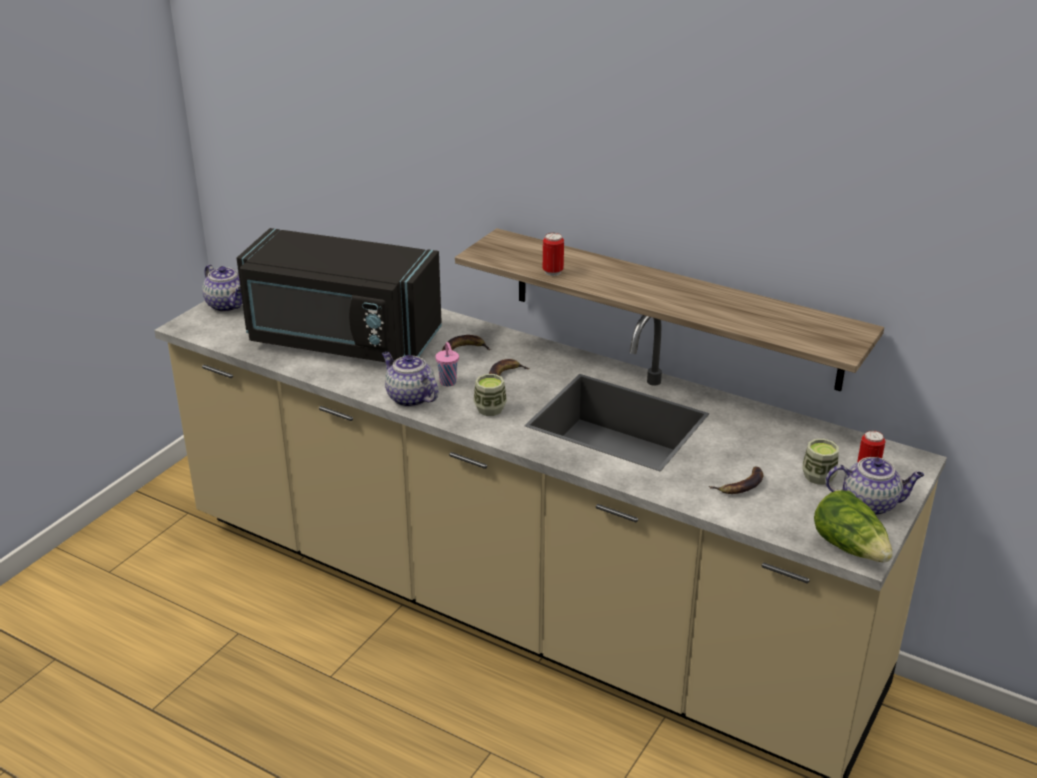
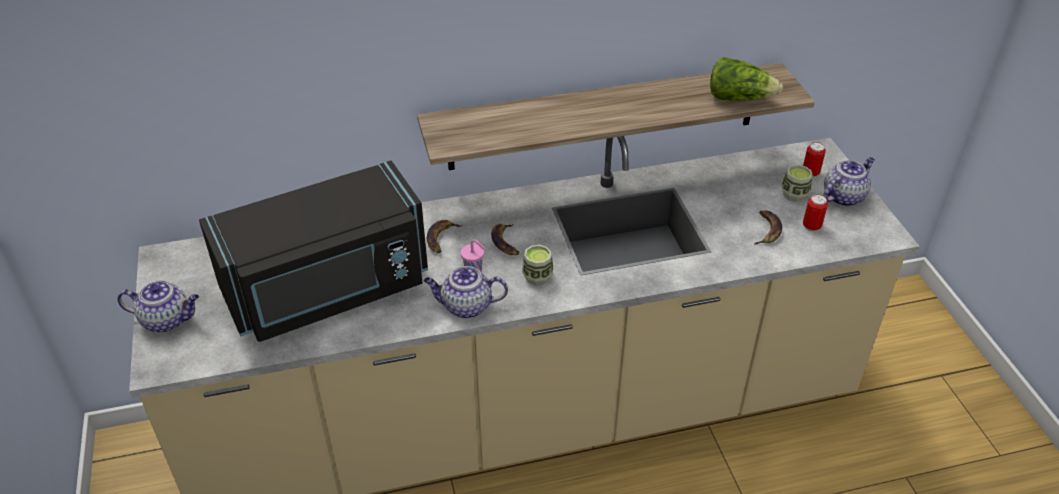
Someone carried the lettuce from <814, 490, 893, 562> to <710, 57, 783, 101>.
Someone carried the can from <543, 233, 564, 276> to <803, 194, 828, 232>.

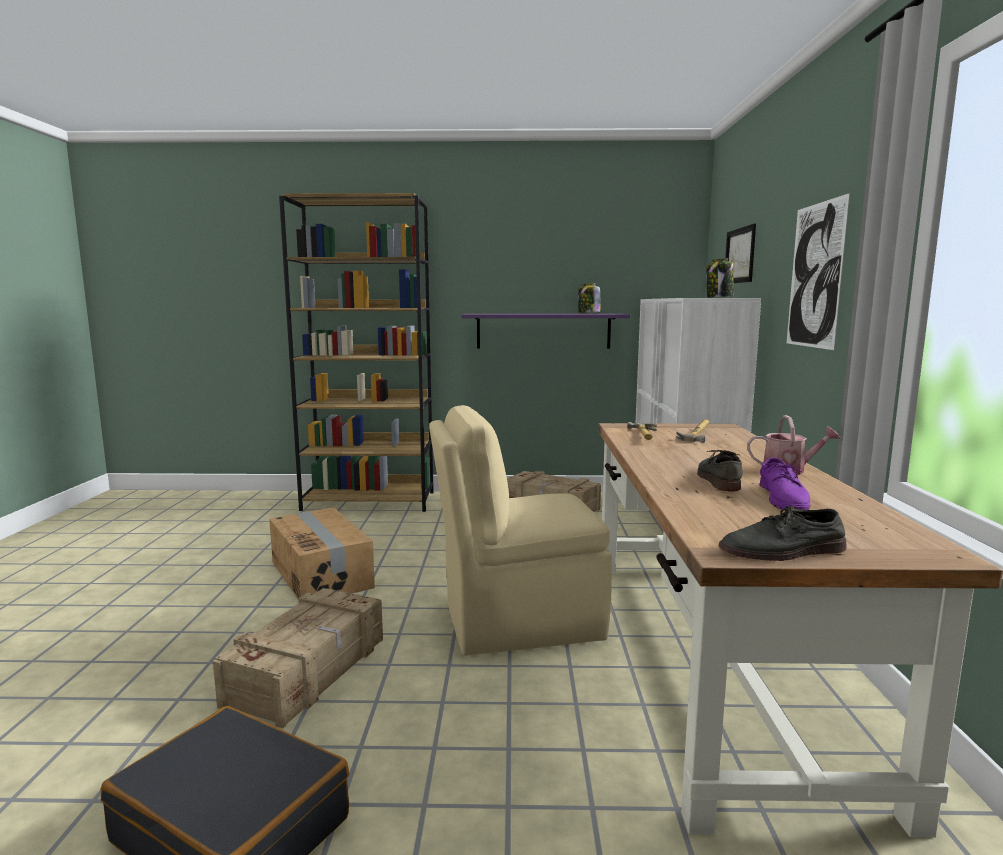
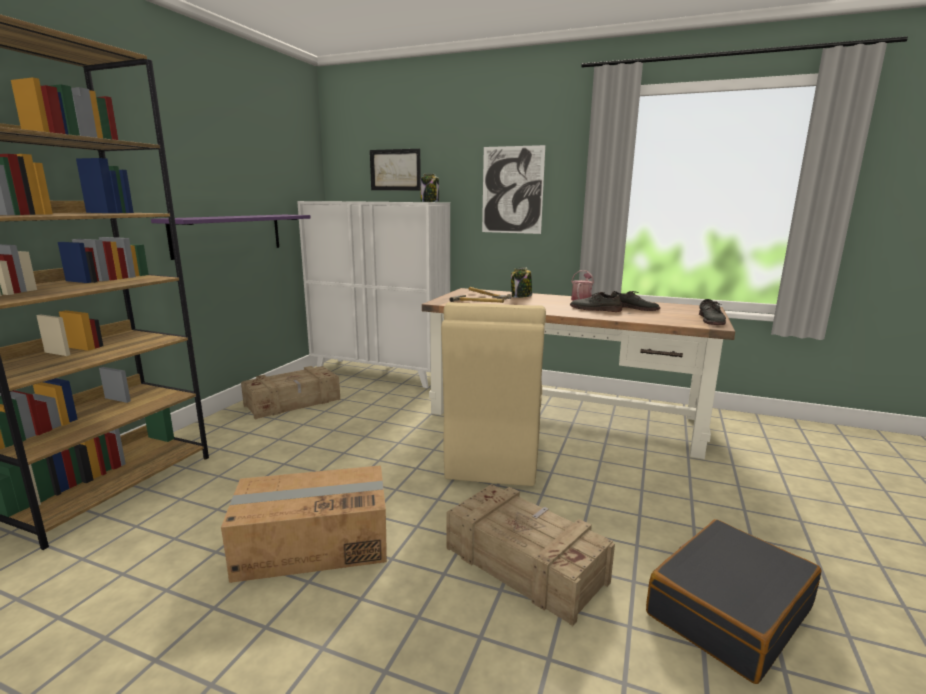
Someone carried the jar from <578, 283, 600, 314> to <511, 267, 532, 298>.
Someone repainted the purple shoe at <760, 458, 810, 510>, which became the grey shoe at <611, 291, 660, 311>.

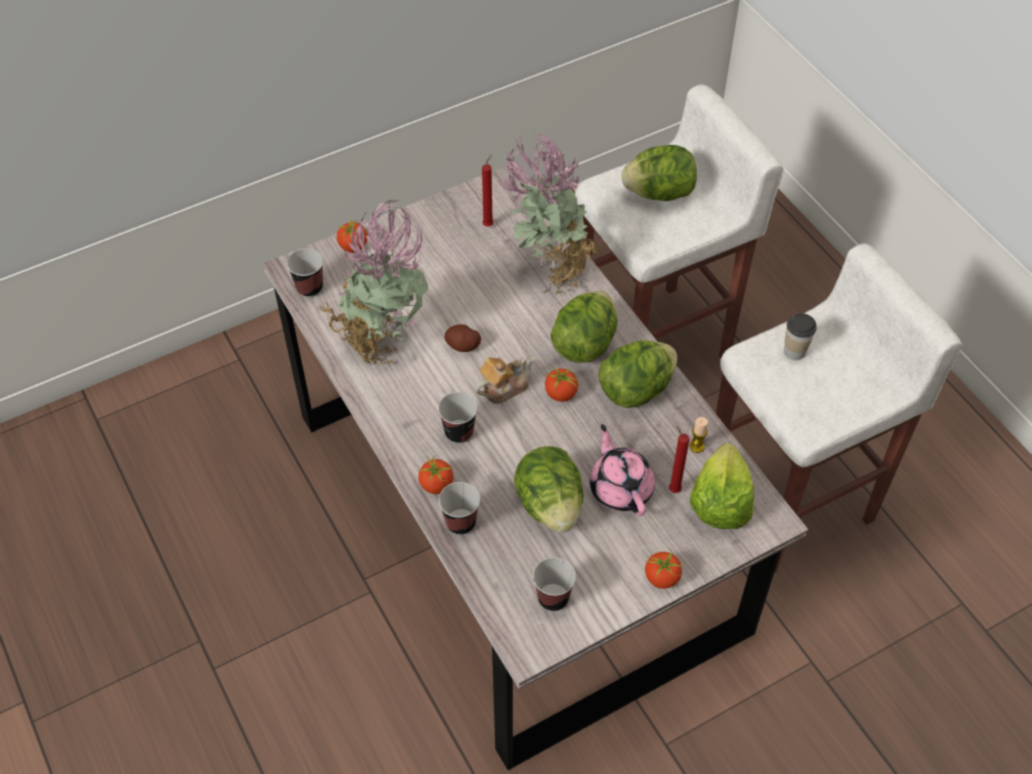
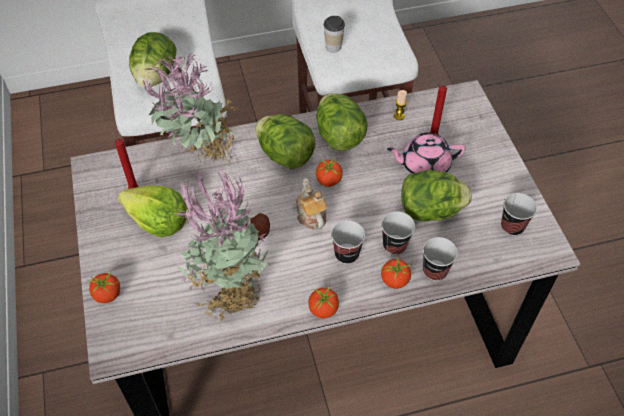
Someone carried the lettuce from <690, 443, 754, 529> to <118, 185, 189, 237>.
Someone carried the tomato from <645, 548, 686, 589> to <308, 283, 339, 318>.
Someone carried the cup from <287, 248, 323, 298> to <381, 212, 415, 255>.

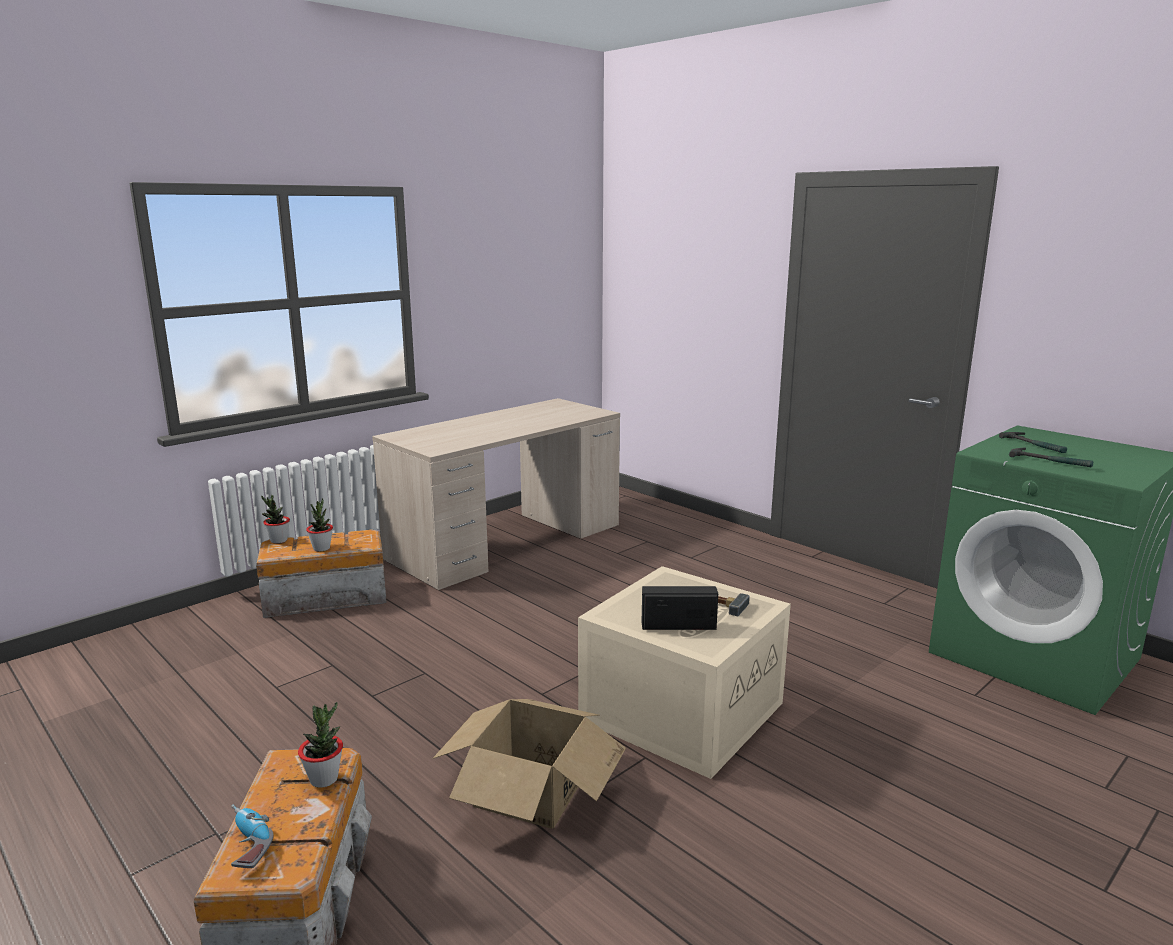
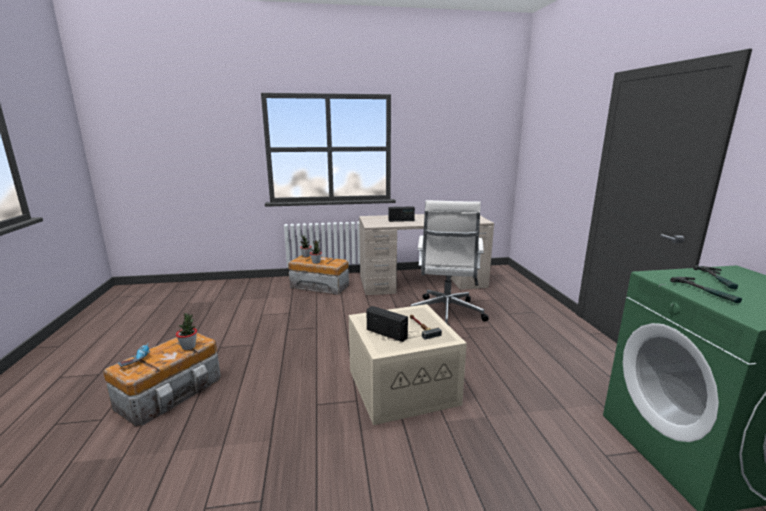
Someone put down the radio at <389, 206, 415, 222>.
Someone put down the white office chair at <411, 200, 489, 326>.
Someone took away the cardboard box at <432, 699, 626, 829>.

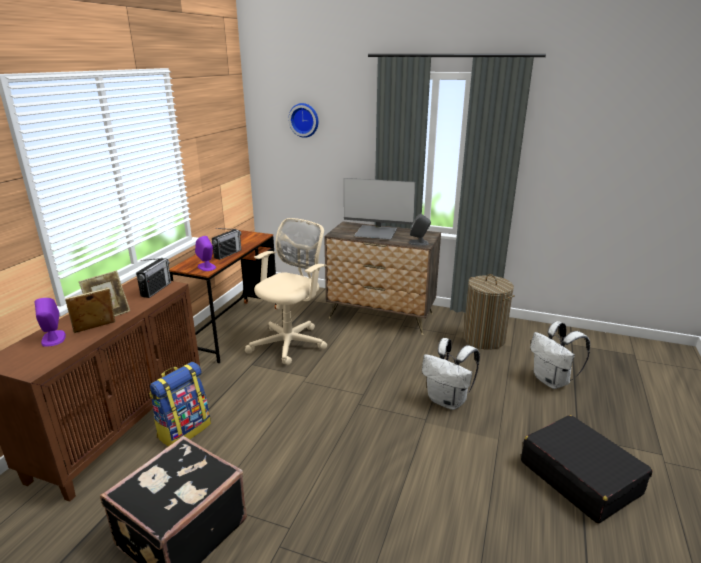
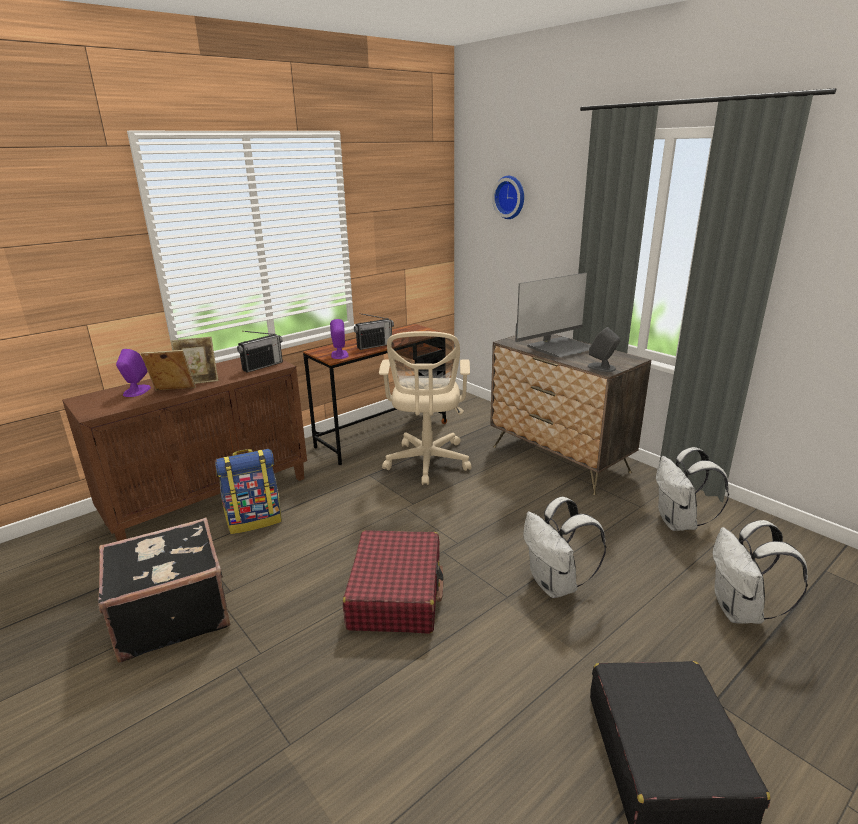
Someone put down the red suitcase at <343, 530, 444, 634>.
Someone rotated the beige office chair at <245, 218, 327, 365> by 120 degrees clockwise.
Someone rotated the monitor at <344, 178, 416, 239> by 75 degrees counterclockwise.
Someone swapped the laundry basket at <463, 274, 515, 350> for the white backpack at <656, 447, 729, 531>.

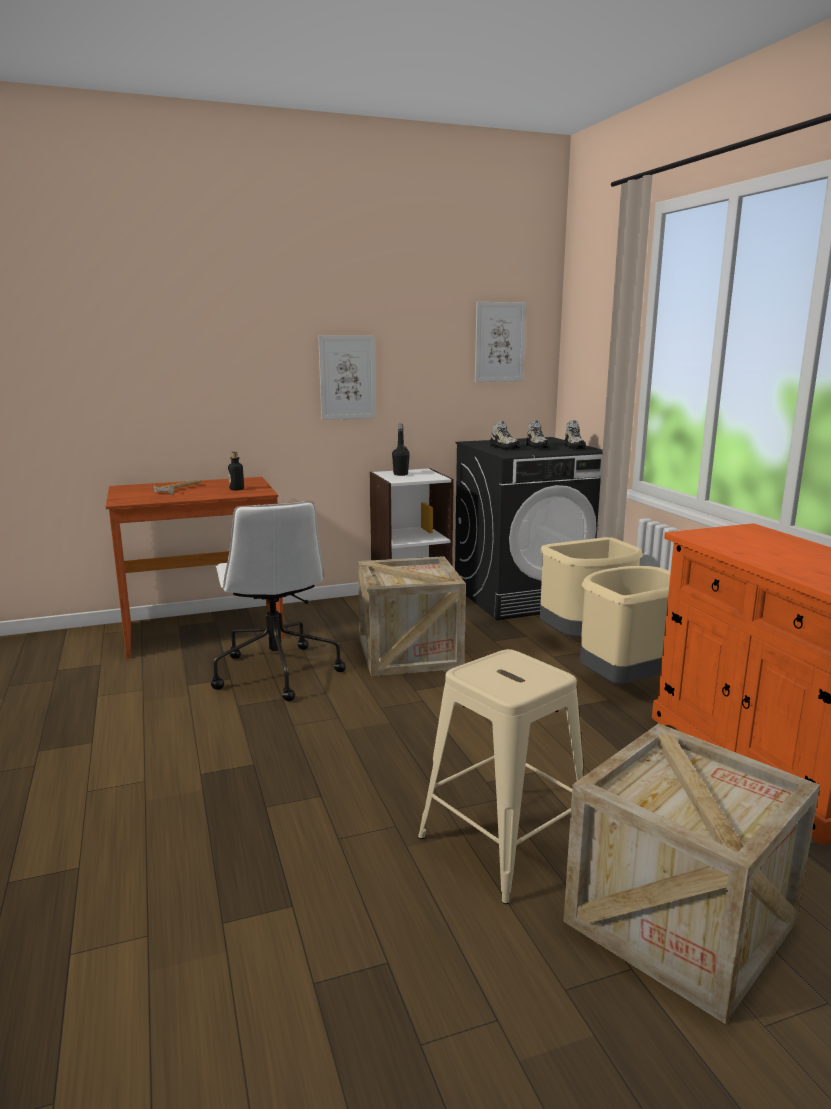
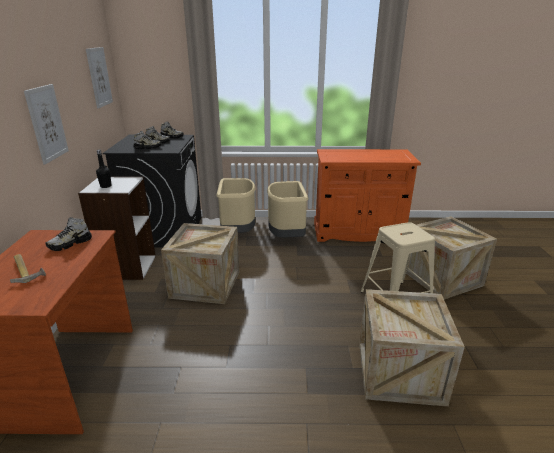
Someone swapped the bottle at <228, 452, 244, 490> for the shoe at <46, 217, 92, 251>.
Someone put down the crate at <359, 289, 465, 407>.
Someone took away the white office chair at <211, 501, 346, 701>.

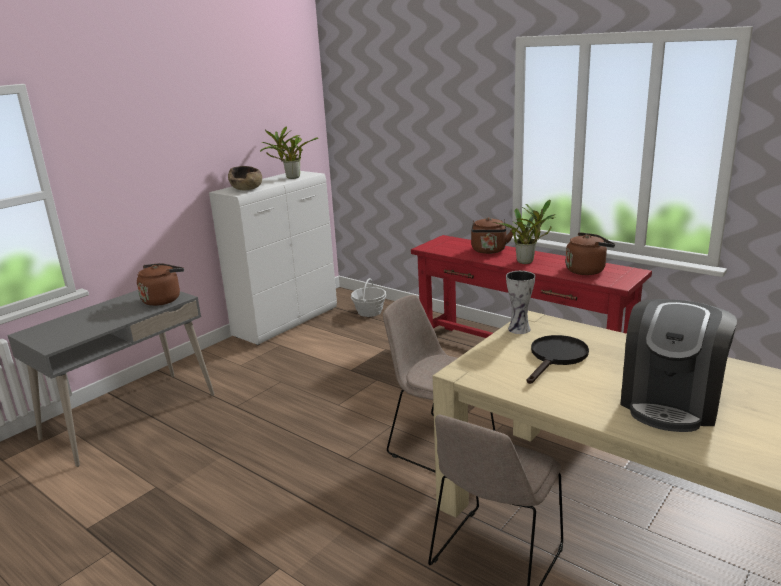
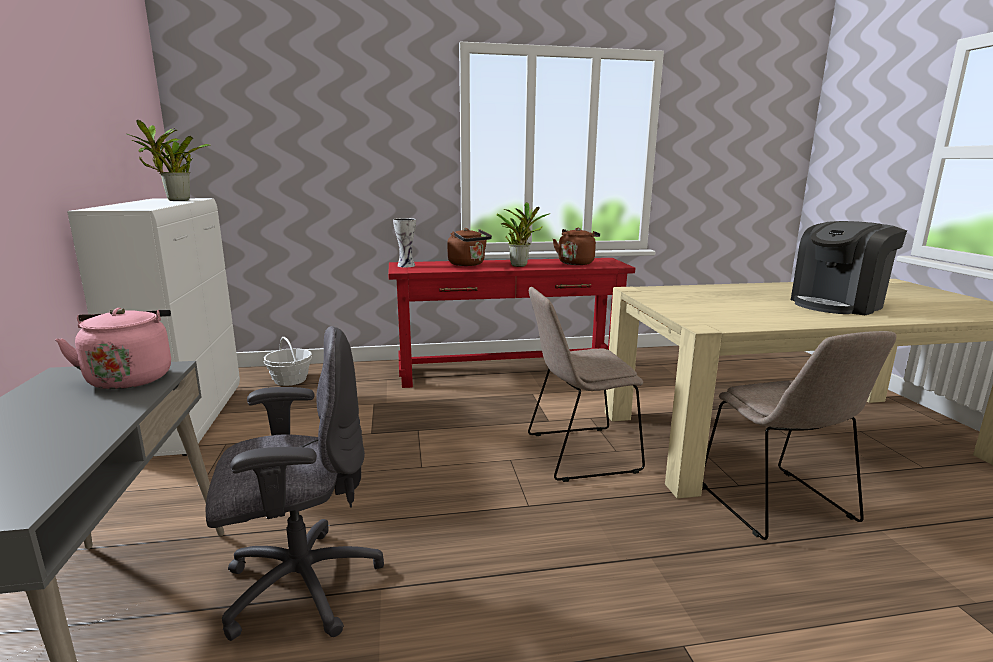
Someone repainted the brown kettle at <137, 263, 184, 306>, which became the pink kettle at <55, 308, 171, 389>.
Someone put down the grey office chair at <206, 326, 384, 641>.
Someone carried the vase from <506, 271, 535, 334> to <393, 218, 416, 267>.
Someone rotated the coffee machine at <620, 299, 737, 432> by 75 degrees clockwise.
Someone took away the brown bowl at <228, 166, 262, 191>.
Someone took away the black frying pan at <527, 335, 589, 384>.

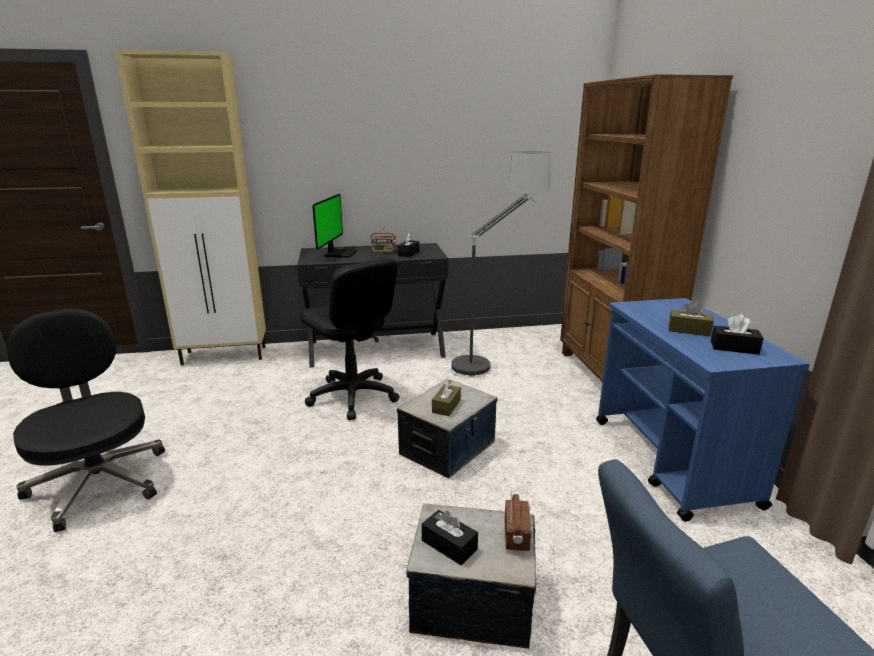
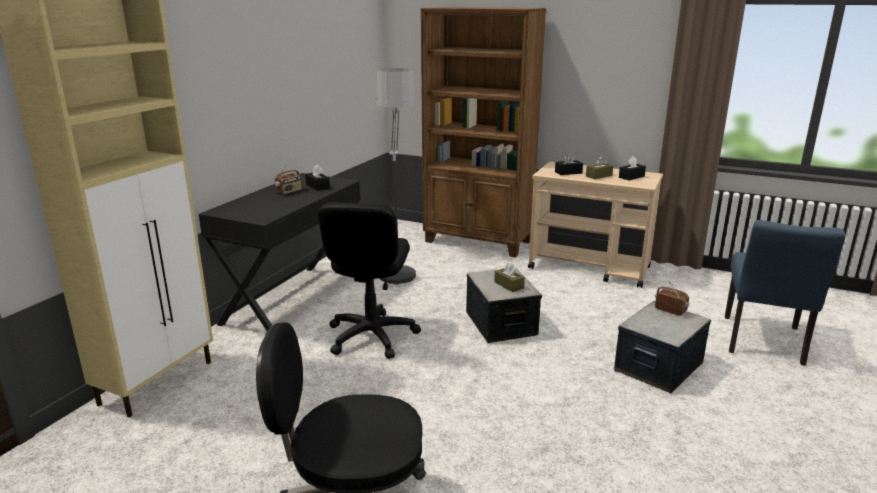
Someone rotated the black office chair at <300, 258, 400, 420> by 105 degrees clockwise.
Someone repainted the blue cart at <596, 298, 810, 522>, which became the beige cart at <528, 162, 663, 288>.
Someone carried the black tissue box from <422, 510, 478, 565> to <555, 153, 583, 175>.
Someone took away the monitor at <312, 194, 357, 258>.

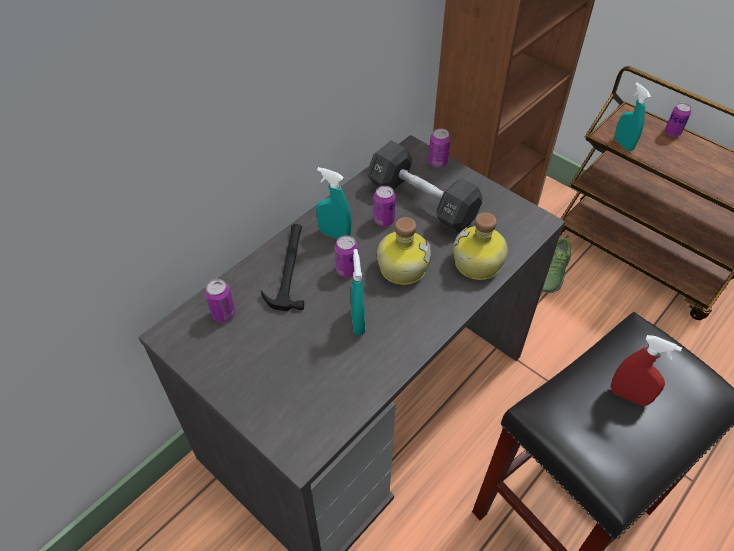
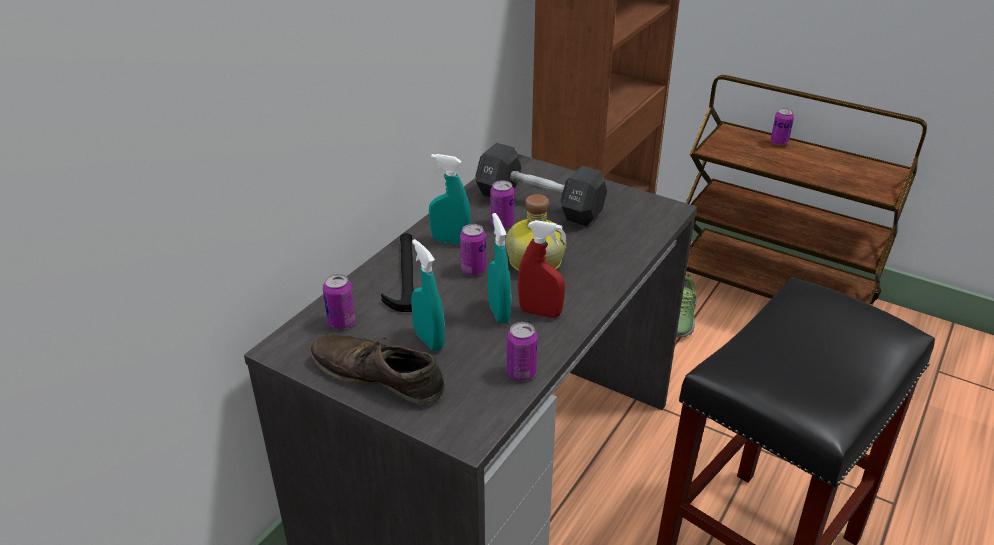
Someone put down the brown shoe at <311, 334, 445, 405>.
Someone carried the turquoise spray bottle from <614, 83, 651, 151> to <411, 239, 445, 351>.
Someone carried the can from <428, 128, 450, 168> to <507, 322, 538, 381>.
Someone carried the red spray bottle from <611, 335, 682, 406> to <518, 220, 565, 318>.
Someone took away the bottle at <453, 213, 508, 280>.

